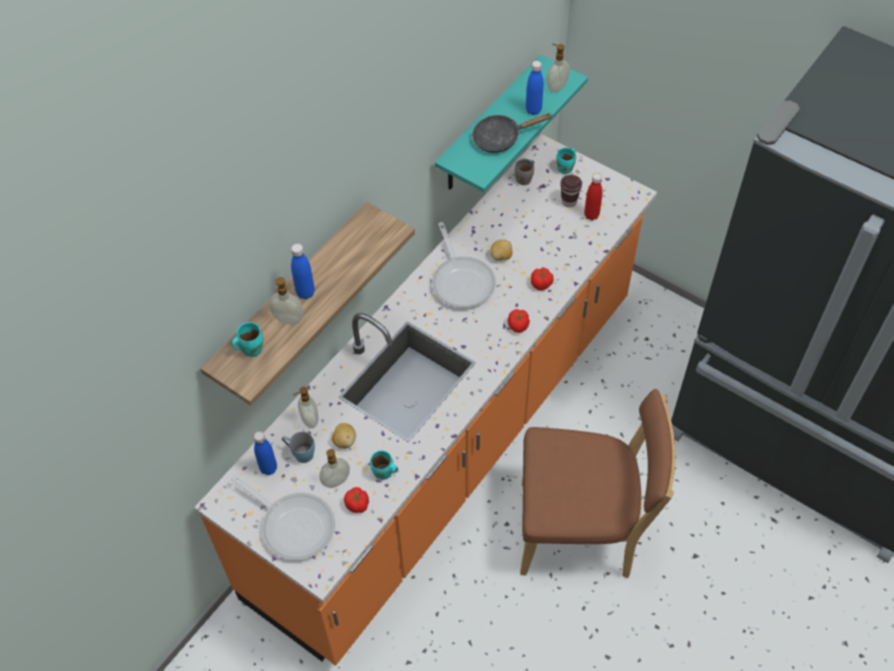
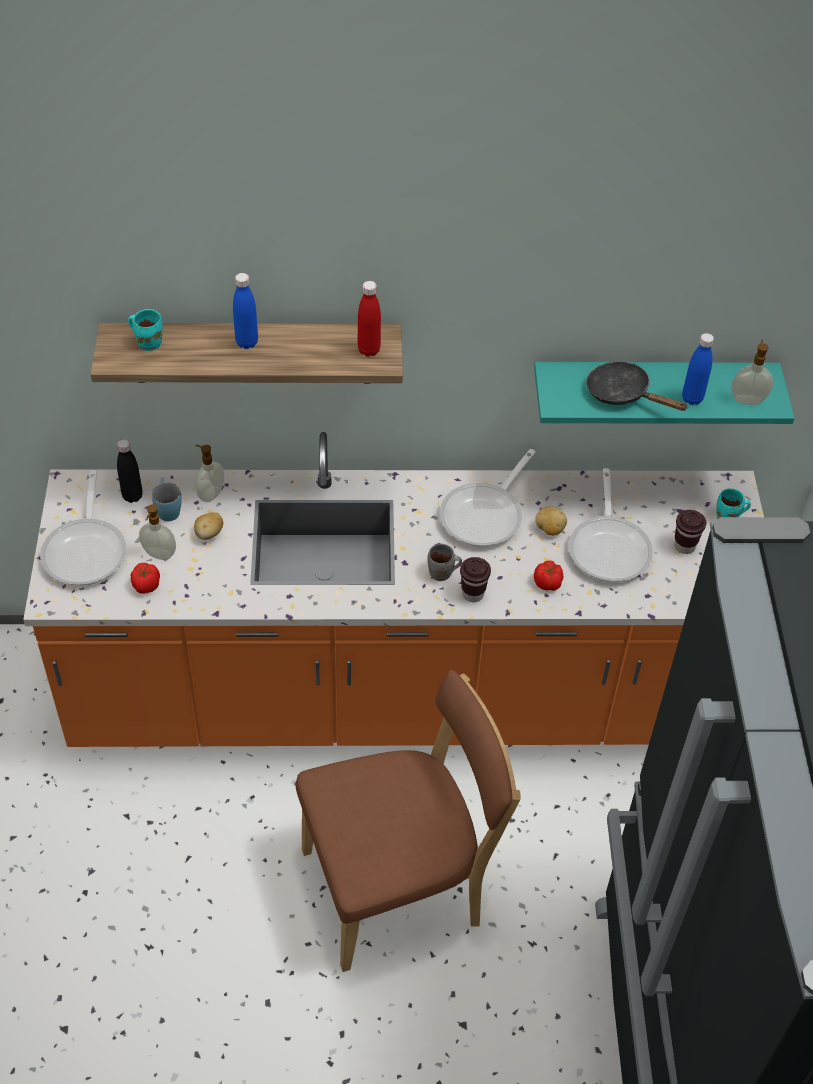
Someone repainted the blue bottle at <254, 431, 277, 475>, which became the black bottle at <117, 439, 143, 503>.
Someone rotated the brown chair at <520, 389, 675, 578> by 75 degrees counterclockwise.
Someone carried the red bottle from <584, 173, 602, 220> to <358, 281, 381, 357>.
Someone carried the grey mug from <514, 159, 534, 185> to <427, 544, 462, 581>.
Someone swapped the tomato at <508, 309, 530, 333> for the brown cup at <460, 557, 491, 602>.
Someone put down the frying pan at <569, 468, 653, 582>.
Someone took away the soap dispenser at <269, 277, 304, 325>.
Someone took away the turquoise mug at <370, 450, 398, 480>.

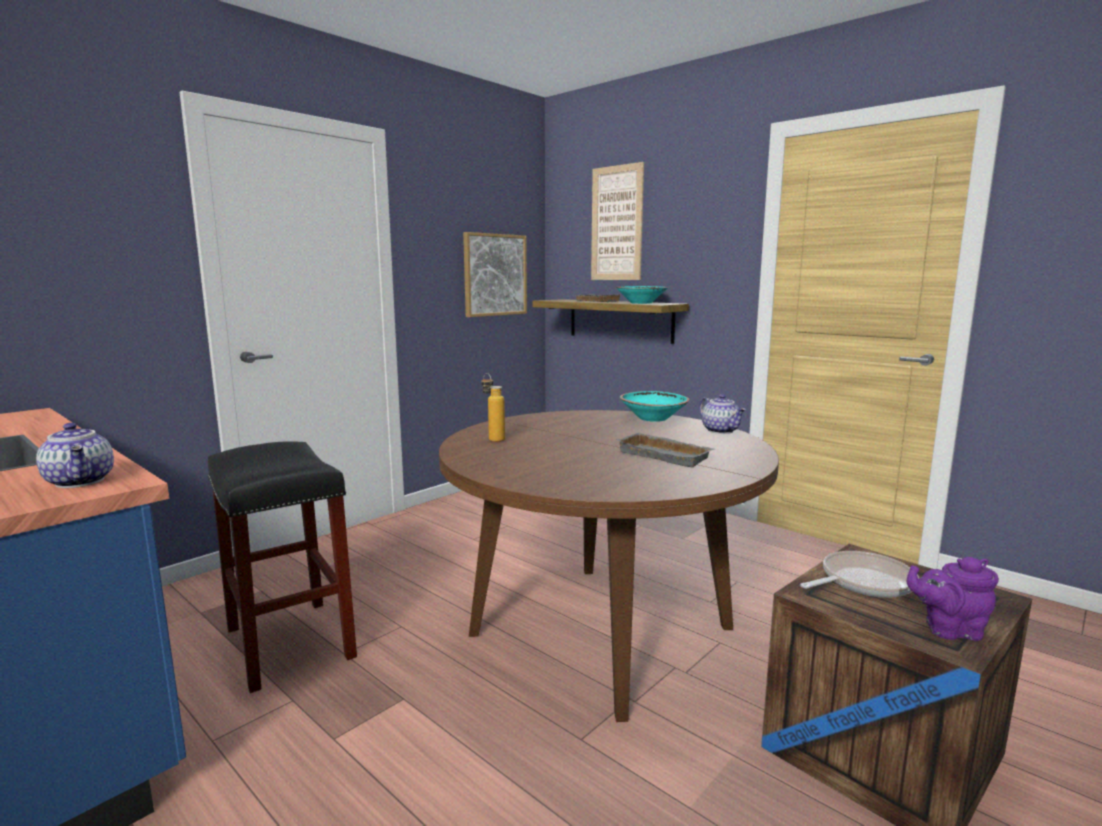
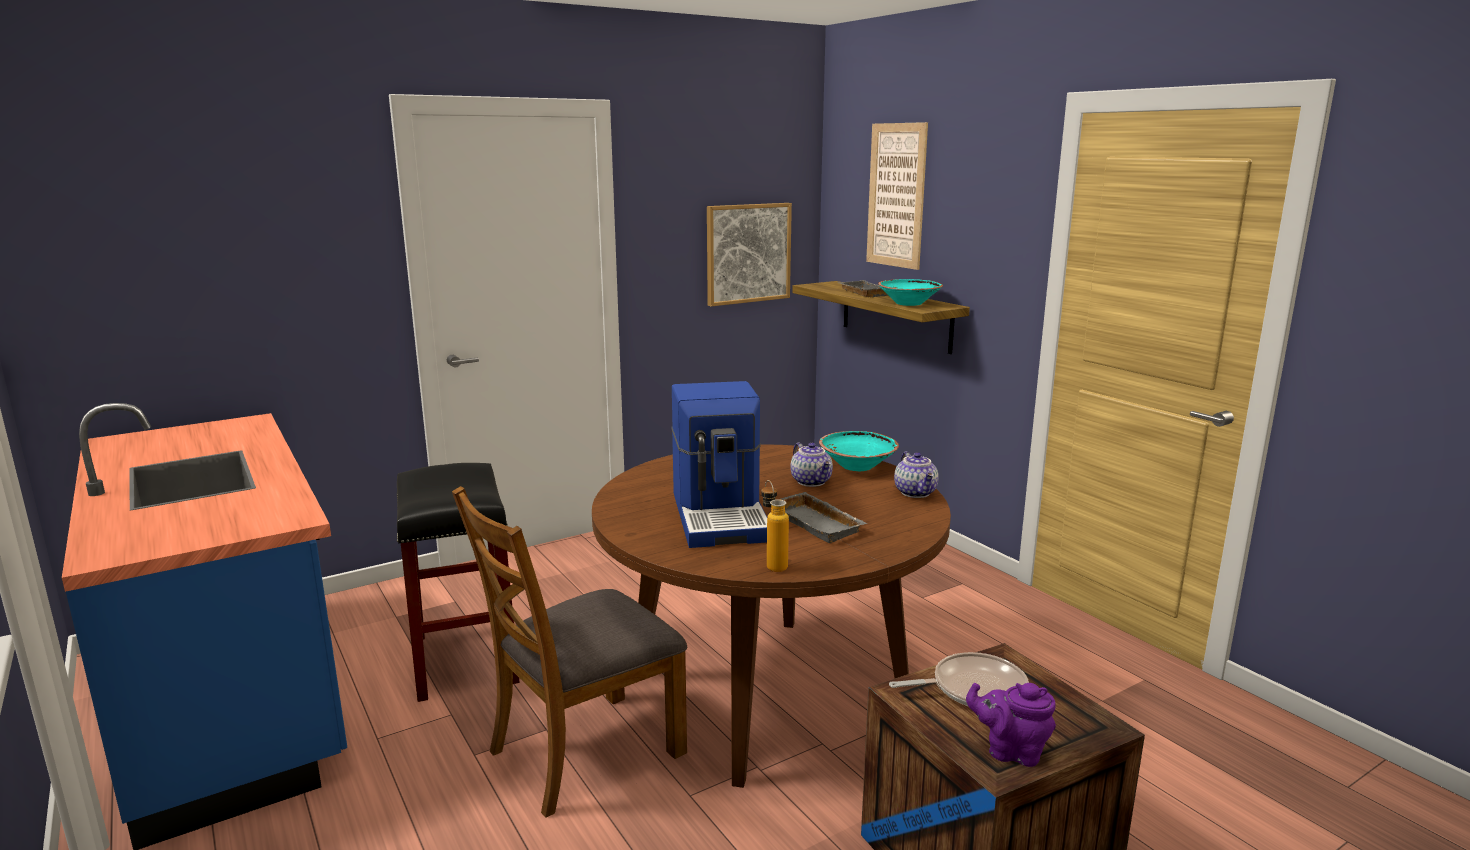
Someone put down the brown chair at <452, 486, 687, 818>.
Someone put down the coffee machine at <671, 381, 767, 548>.
Someone carried the bottle from <481, 373, 505, 442> to <761, 480, 789, 572>.
Someone carried the teapot from <36, 423, 114, 488> to <791, 442, 833, 487>.

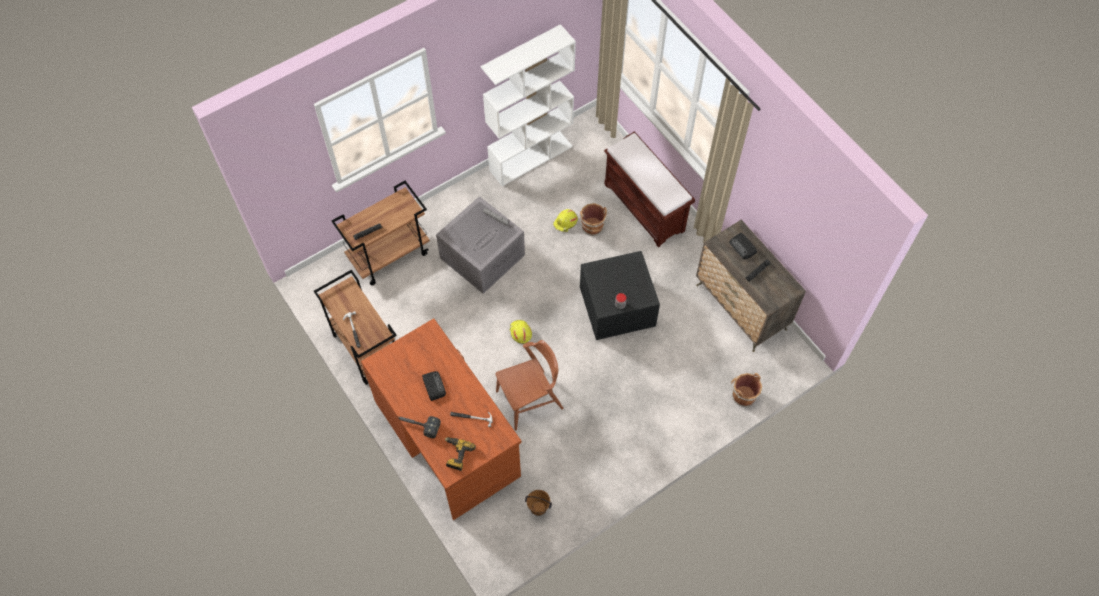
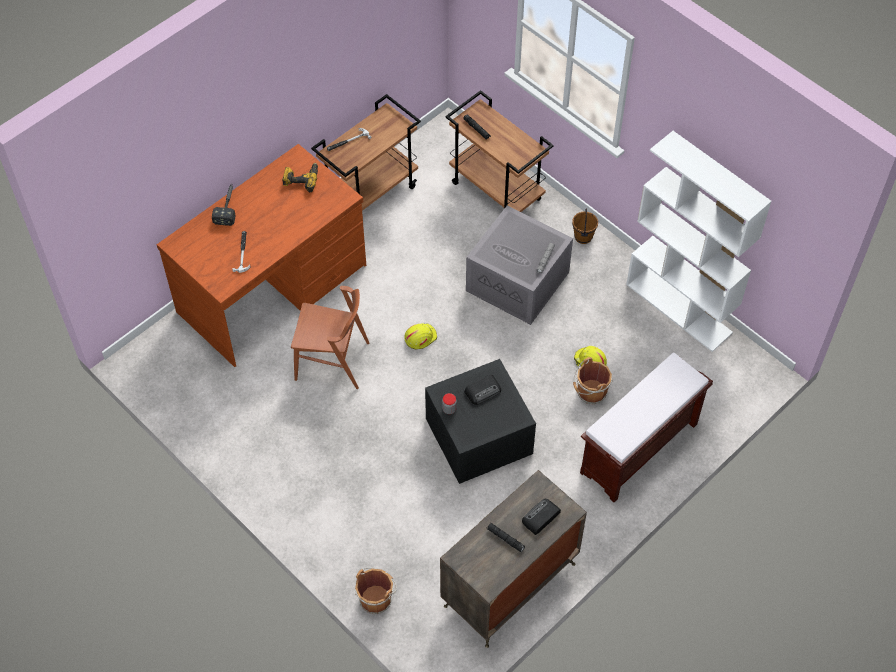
Someone carried the power drill from <445, 437, 476, 471> to <282, 163, 318, 192>.
Someone rotated the brown chair at <495, 340, 563, 430> by 45 degrees counterclockwise.
Someone carried the radio from <422, 371, 446, 401> to <464, 375, 501, 405>.
Someone carried the brown bucket from <525, 490, 552, 516> to <572, 209, 598, 244>.

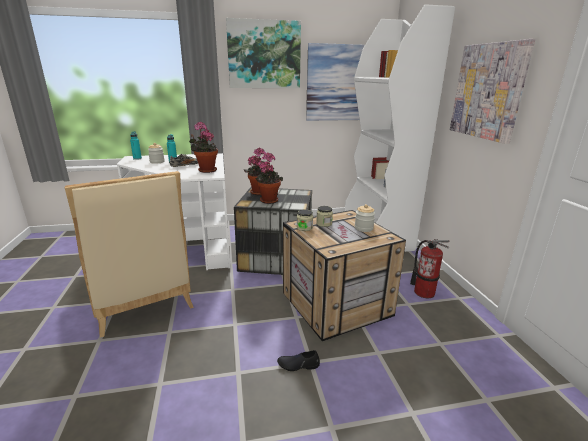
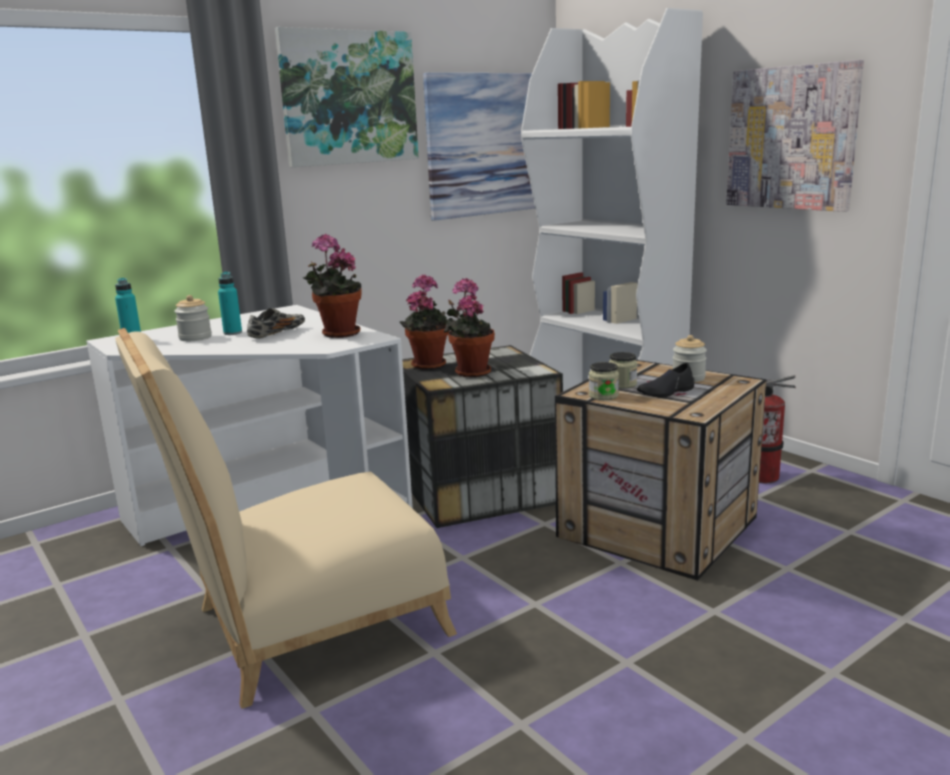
Someone rotated the beige chair at <65, 171, 194, 338> by 120 degrees clockwise.
Someone carried the black shoe from <277, 350, 320, 371> to <637, 363, 694, 398>.

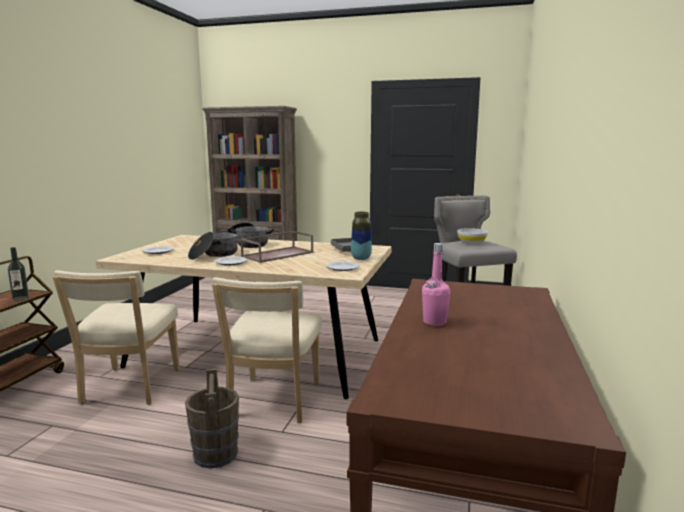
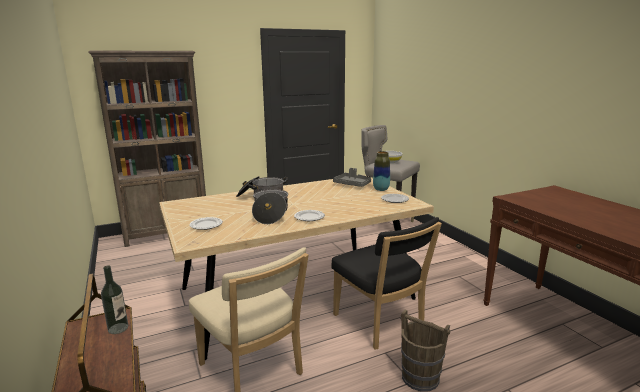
Someone repainted the beige chair at <212, 277, 322, 423>, which became the black chair at <331, 217, 442, 350>.
Someone took away the brown tray at <240, 231, 314, 263>.
Someone took away the pink bottle at <422, 243, 451, 326>.

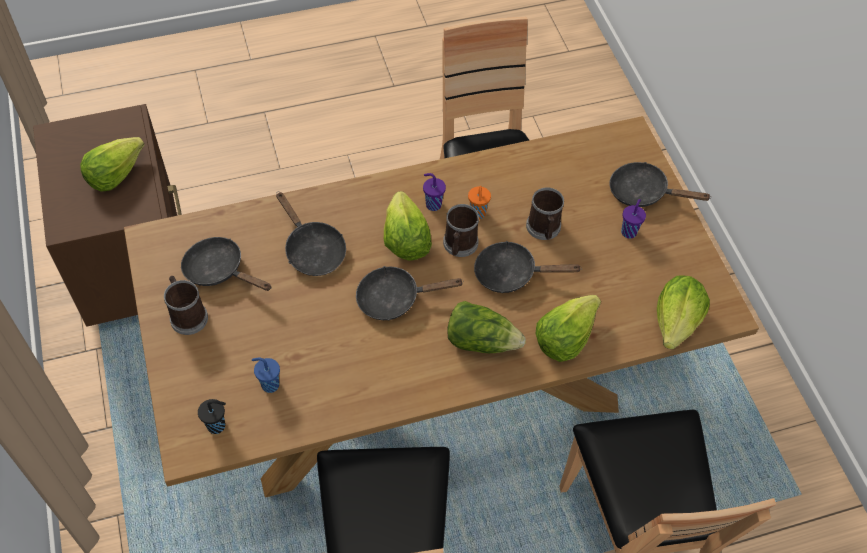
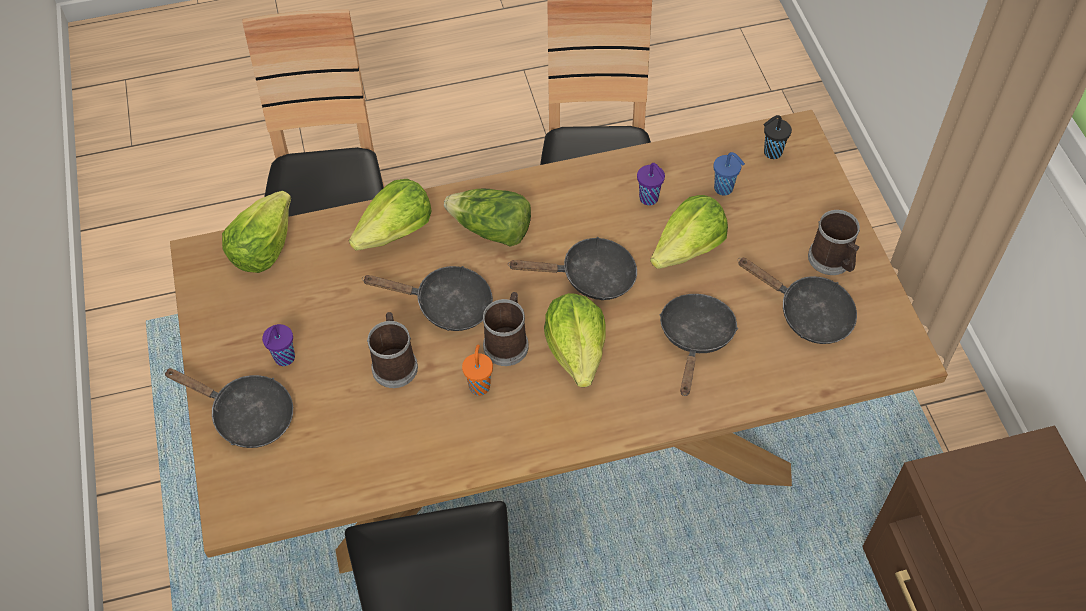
Someone carried the purple cup from <423, 173, 446, 211> to <637, 163, 665, 205>.
Someone carried the lettuce from <80, 137, 144, 192> to <650, 195, 728, 269>.
Someone rotated the black frying pan at <276, 192, 346, 276> by 45 degrees clockwise.

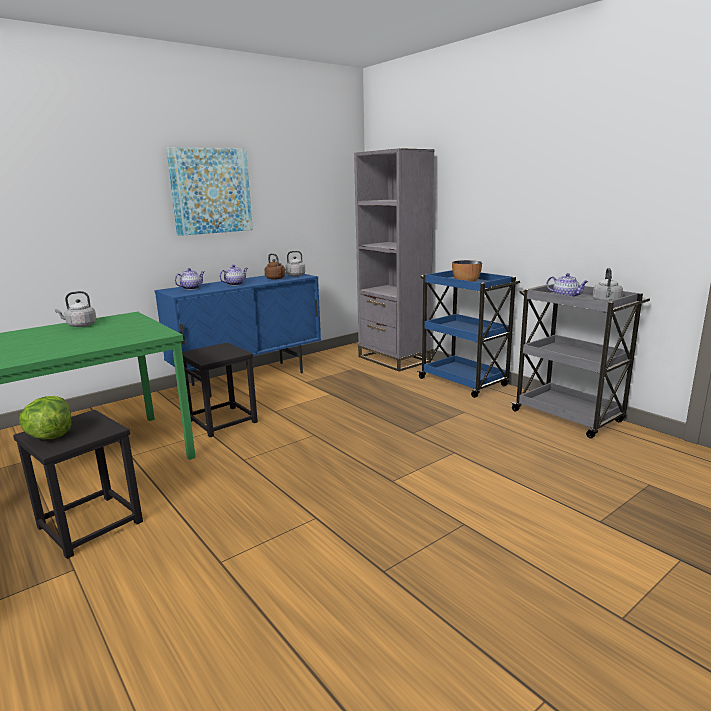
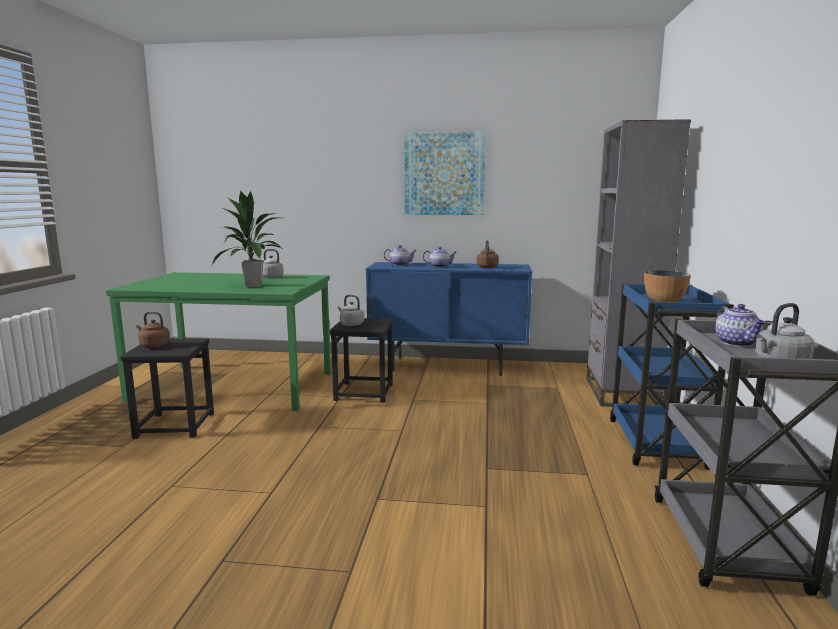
Someone swapped the lettuce at <19, 396, 72, 440> for the brown kettle at <136, 311, 170, 348>.
Someone put down the potted plant at <212, 191, 282, 287>.
Someone carried the grey kettle from <281, 251, 305, 276> to <337, 295, 364, 326>.

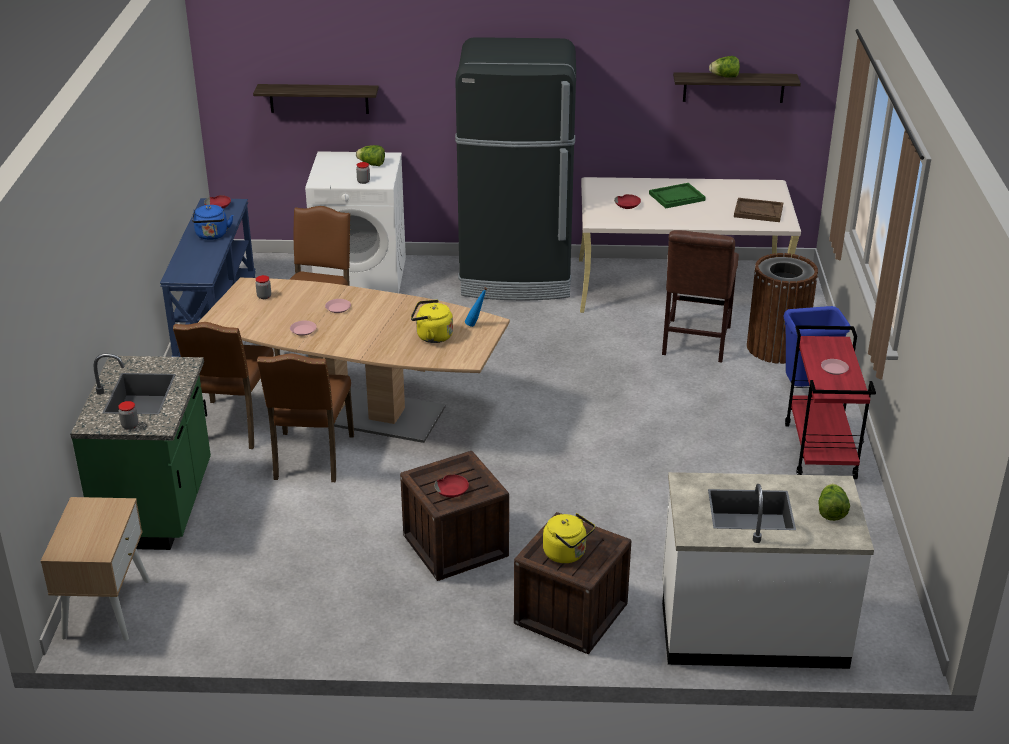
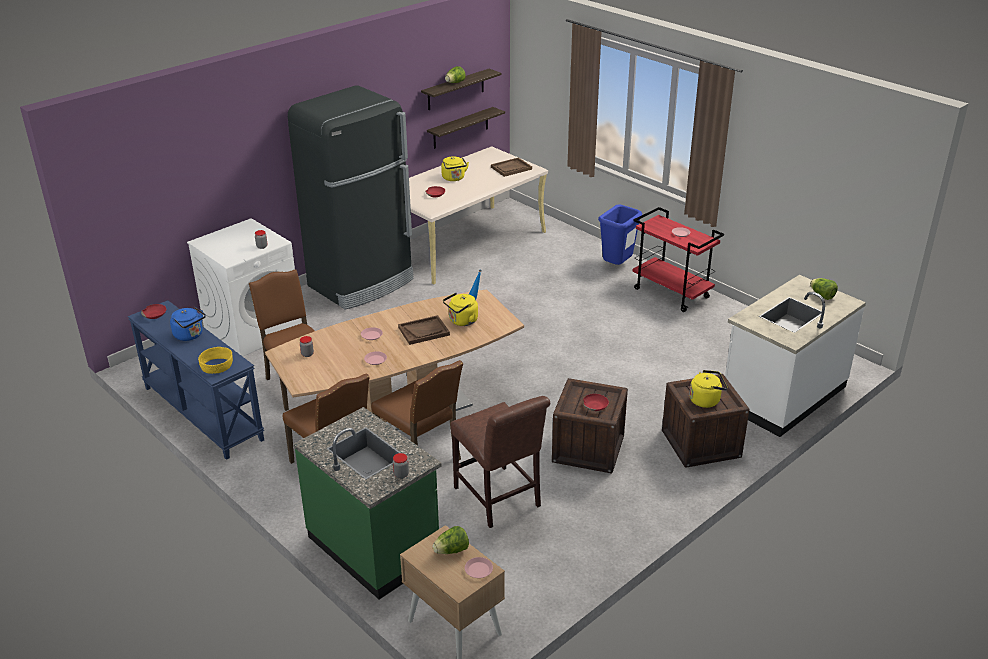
Someone put down the yellow bowl at <198, 347, 233, 374>.
Someone put down the brown tray at <398, 315, 450, 345>.
Someone carried the shelf from <253, 84, 379, 114> to <427, 107, 505, 149>.
Someone carried the lettuce from <356, 145, 385, 166> to <432, 526, 469, 554>.
Someone swapped the green tray at <649, 183, 706, 208> for the yellow kettle at <441, 156, 469, 181>.
Someone carried the brown chair from <662, 230, 739, 363> to <451, 396, 550, 528>.
Someone put down the pink plate at <465, 557, 493, 578>.
Someone took away the brown trash can at <747, 253, 818, 364>.

